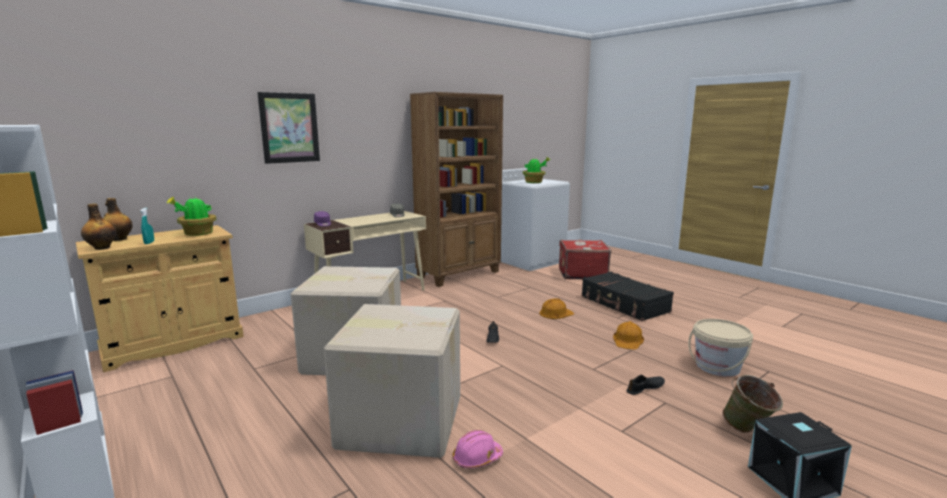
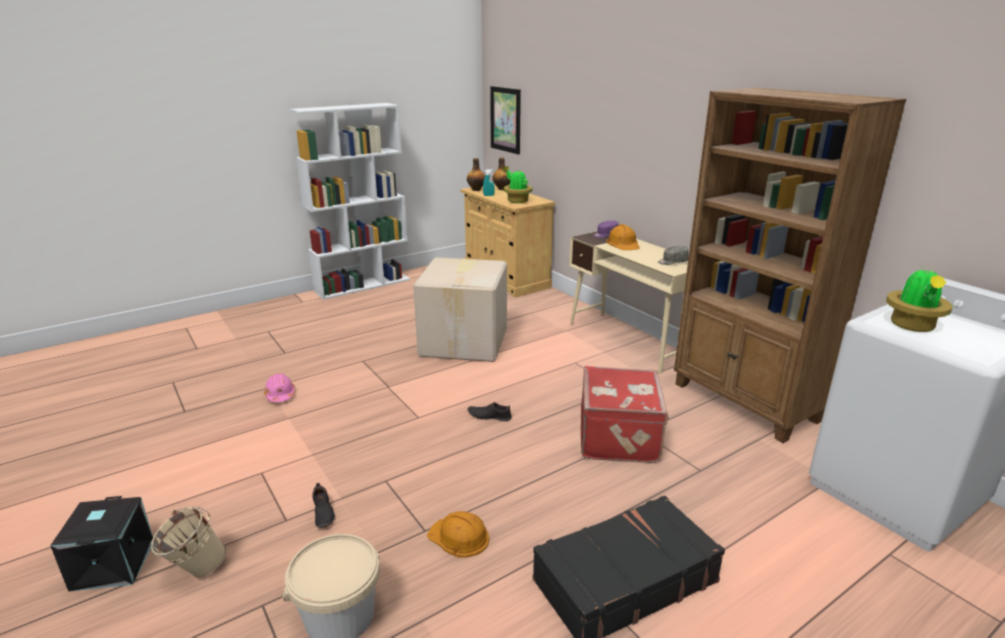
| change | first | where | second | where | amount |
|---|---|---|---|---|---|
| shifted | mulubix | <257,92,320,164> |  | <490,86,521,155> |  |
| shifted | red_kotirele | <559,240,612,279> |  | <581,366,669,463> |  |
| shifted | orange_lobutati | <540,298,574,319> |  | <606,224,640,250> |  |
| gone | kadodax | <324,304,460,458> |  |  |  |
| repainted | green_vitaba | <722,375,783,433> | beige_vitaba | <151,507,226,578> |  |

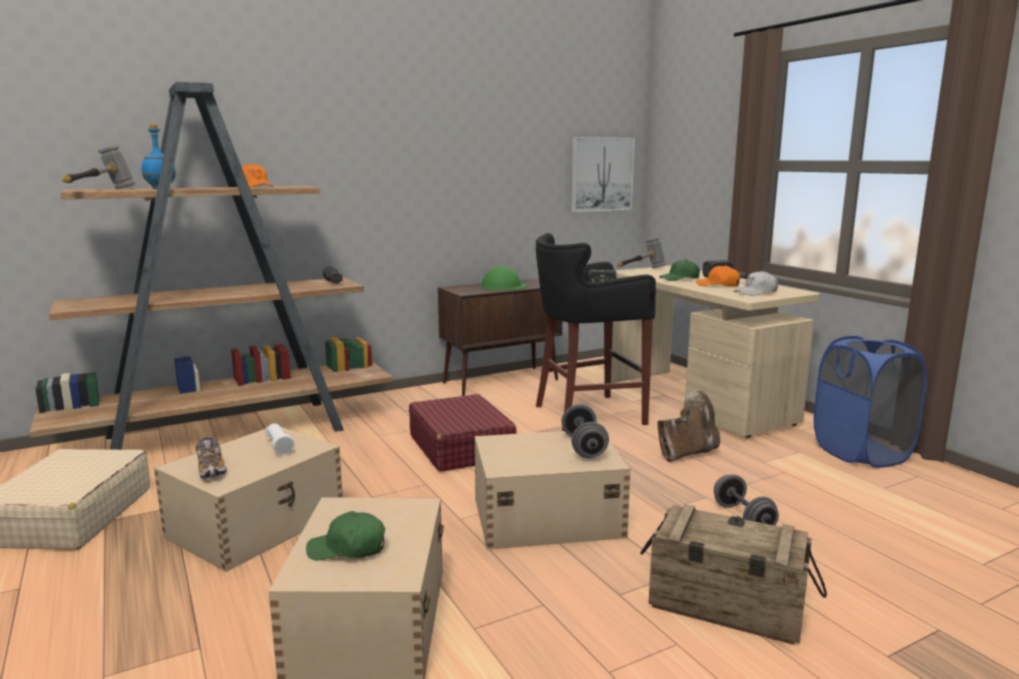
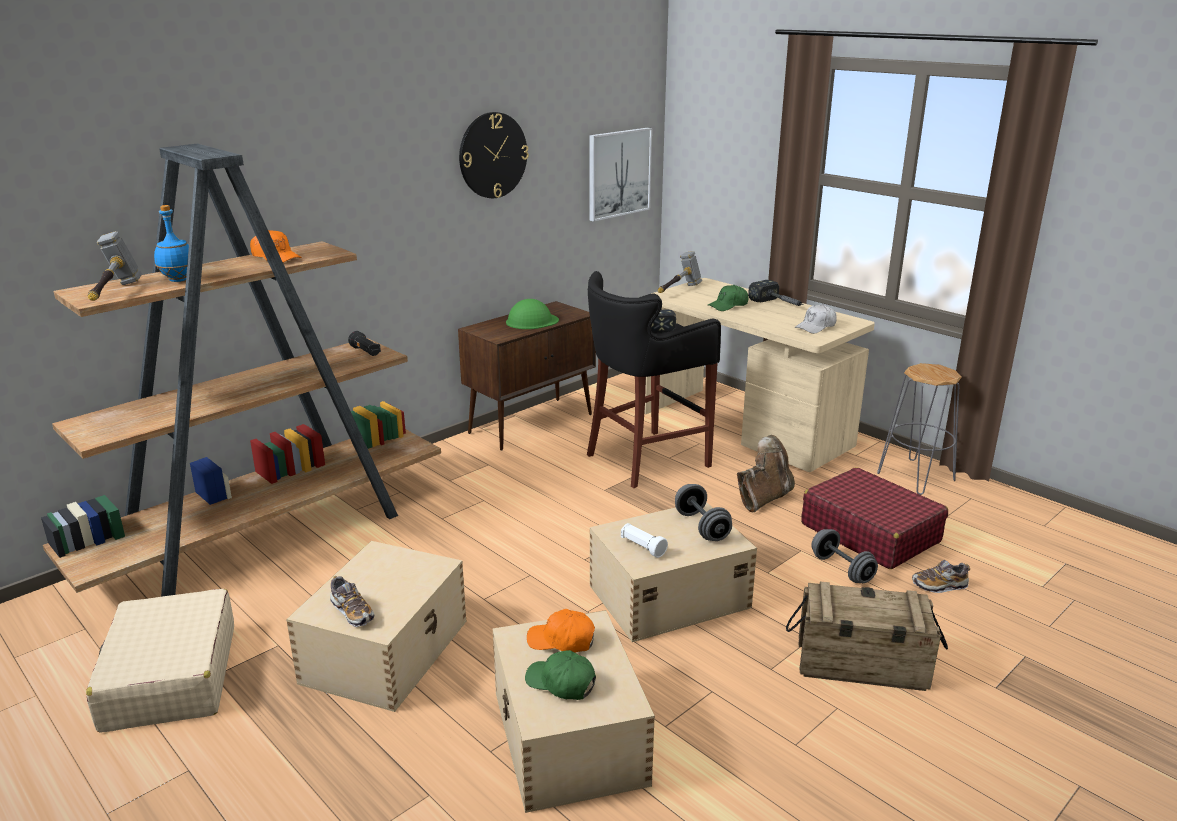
| change | first | where | second | where | amount |
|---|---|---|---|---|---|
| shifted | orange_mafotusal | <696,265,740,287> |  | <527,609,595,653> |  |
| swapped | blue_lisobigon | <814,336,927,468> | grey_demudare | <877,363,962,495> |  |
| shifted | red_kotirele | <409,394,517,472> |  | <801,467,948,569> |  |
| shifted | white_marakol | <265,423,295,455> |  | <621,523,668,558> |  |
| rotated | green_mafotusal | <306,511,385,560> |  | <525,650,596,700> | 45 degrees clockwise |
| new |  |  | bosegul | <459,112,529,198> |  |
| new |  |  | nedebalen | <912,560,970,593> |  |

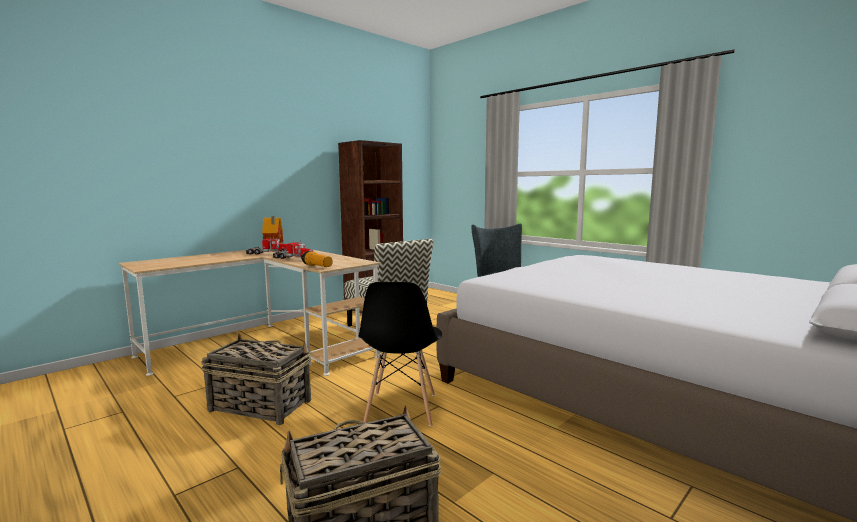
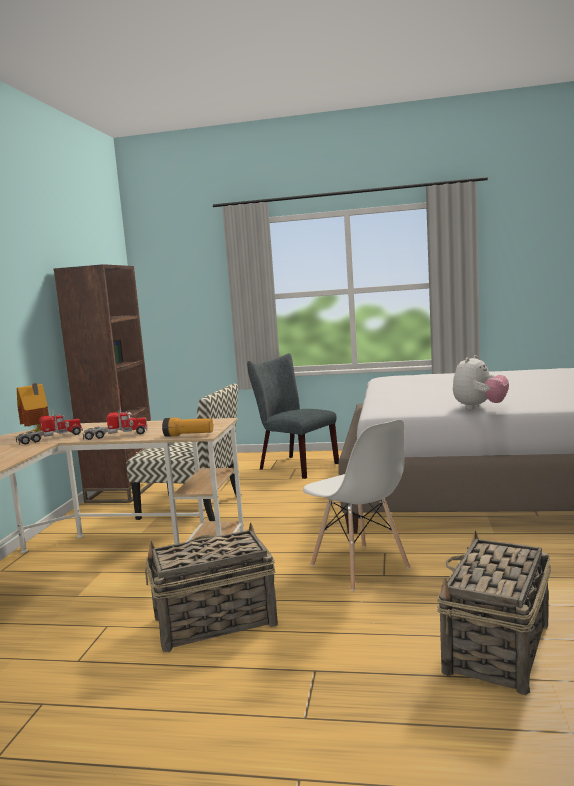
| change | first | where | second | where | amount |
|---|---|---|---|---|---|
| repainted | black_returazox | <359,282,442,427> | white_returazox | <303,419,410,591> |  |
| new |  |  | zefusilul | <453,355,509,409> |  |

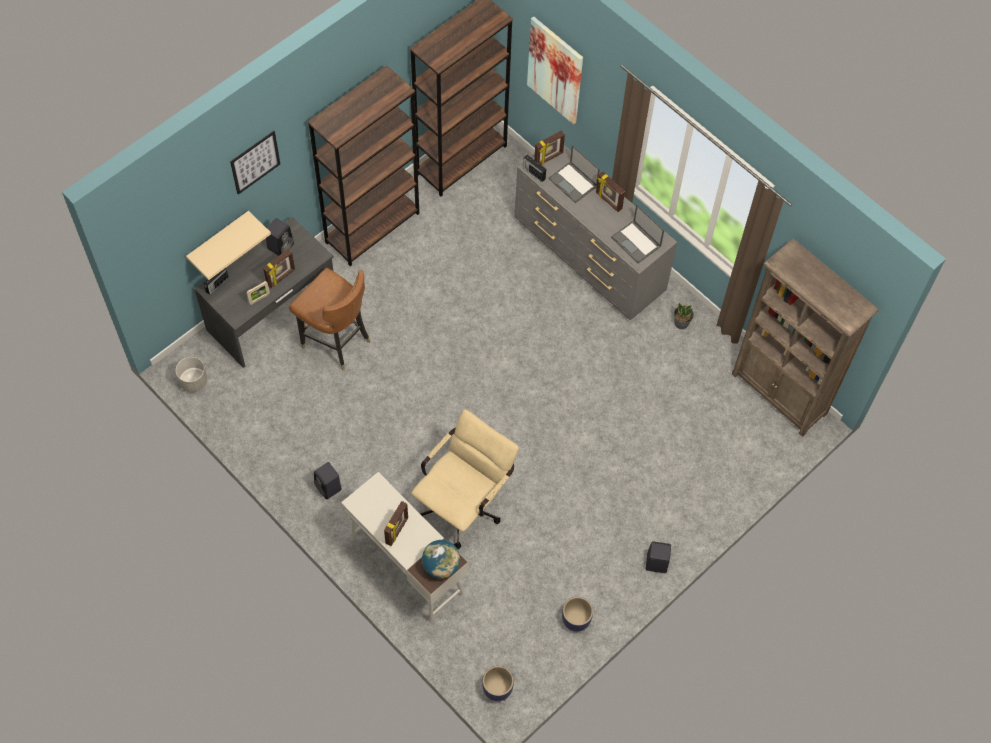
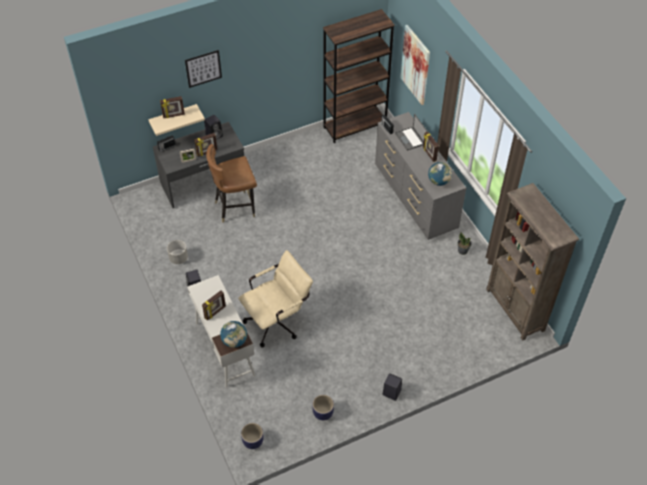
| change | first | where | second | where | amount |
|---|---|---|---|---|---|
| gone | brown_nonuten | <308,65,419,266> |  |  |  |
| shifted | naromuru | <534,130,565,165> |  | <160,96,185,119> |  |
| swapped | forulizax | <611,204,664,263> | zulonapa | <428,162,452,186> |  |
| rotated | brown_returazox | <289,268,370,371> |  | <206,144,257,223> | 105 degrees clockwise |
| shifted | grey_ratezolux | <176,357,208,392> |  | <167,240,188,264> |  |

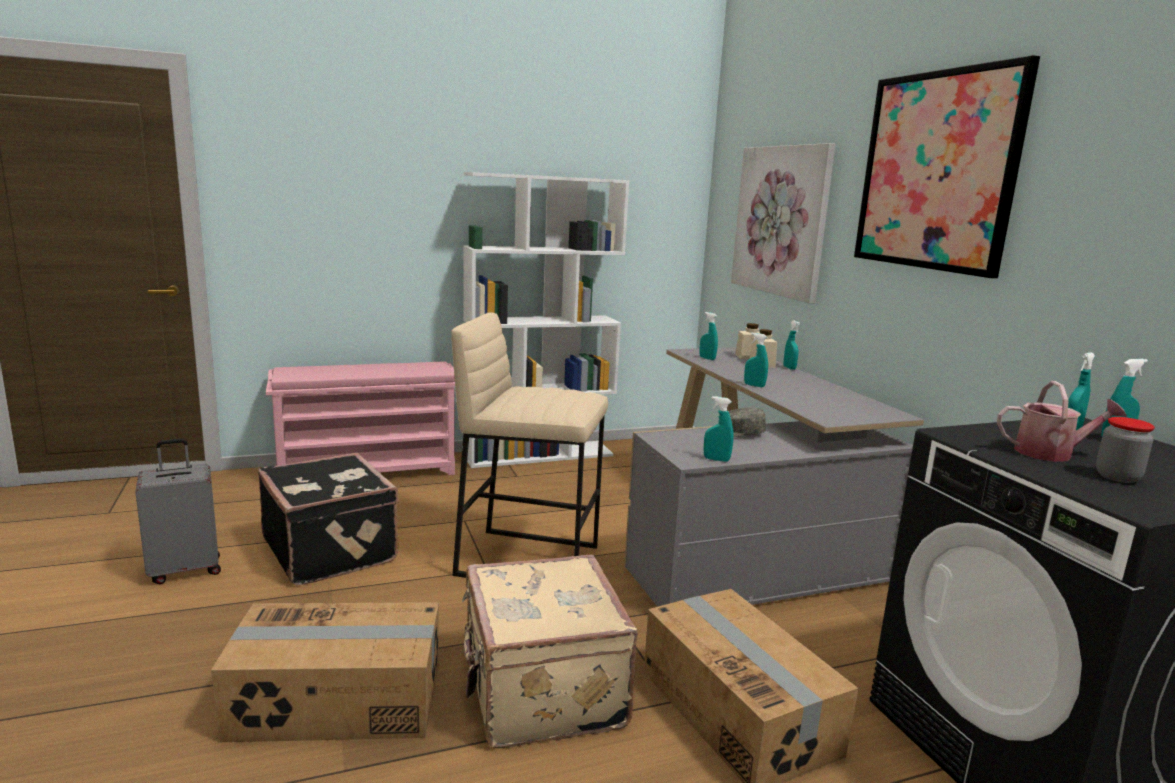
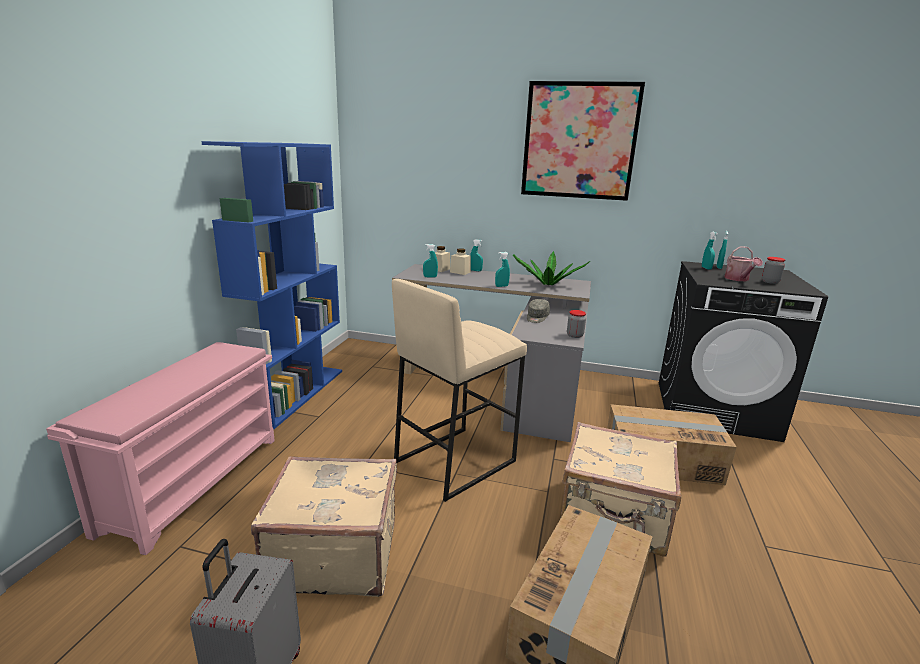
| change | first | where | second | where | amount |
|---|---|---|---|---|---|
| gone | mulubix | <731,143,835,303> |  |  |  |
| repainted | white_nonuten | <463,172,629,468> | blue_nonuten | <201,141,342,430> |  |
| rotated | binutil | <997,381,1127,462> |  | <724,247,763,281> | 135 degrees clockwise |
| swapped | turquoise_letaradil | <704,396,734,462> | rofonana | <567,310,586,338> |  |
| repainted | black_kotirele | <258,453,399,585> | beige_kotirele | <251,456,397,597> |  |
| new |  |  | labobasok | <513,251,590,285> |  |

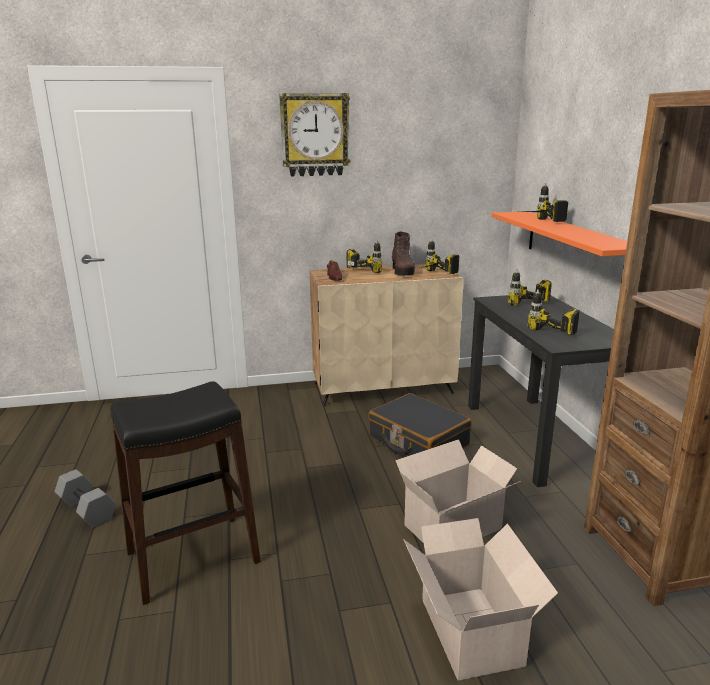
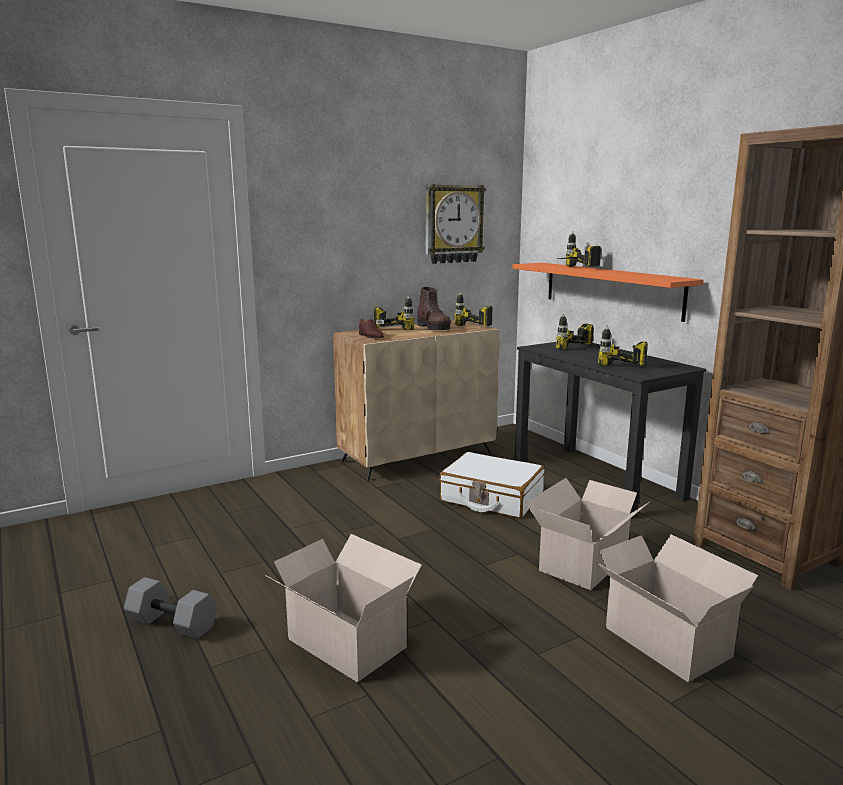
| change | first | where | second | where | amount |
|---|---|---|---|---|---|
| shifted | bosegul | <279,93,350,176> |  | <426,184,486,264> |  |
| swapped | black_demudare | <110,381,261,605> | kadodax | <265,534,422,682> |  |
| repainted | black_kotirele | <368,393,471,456> | white_kotirele | <439,452,544,519> |  |

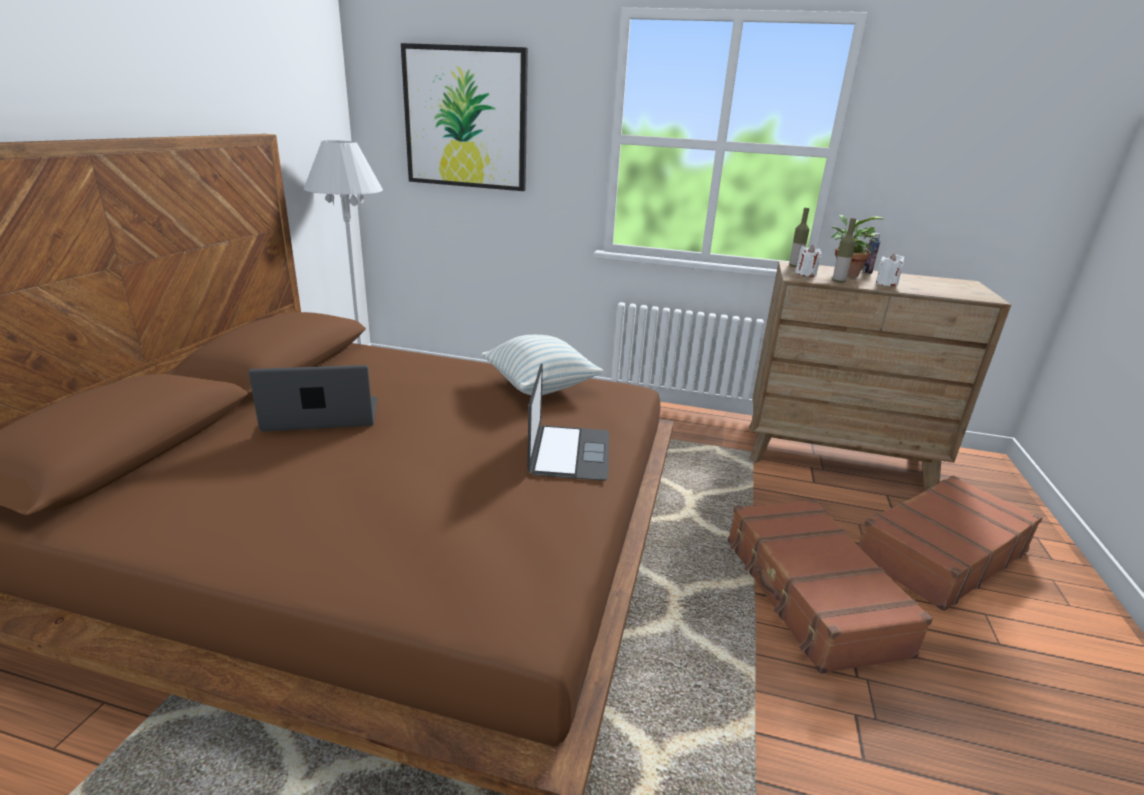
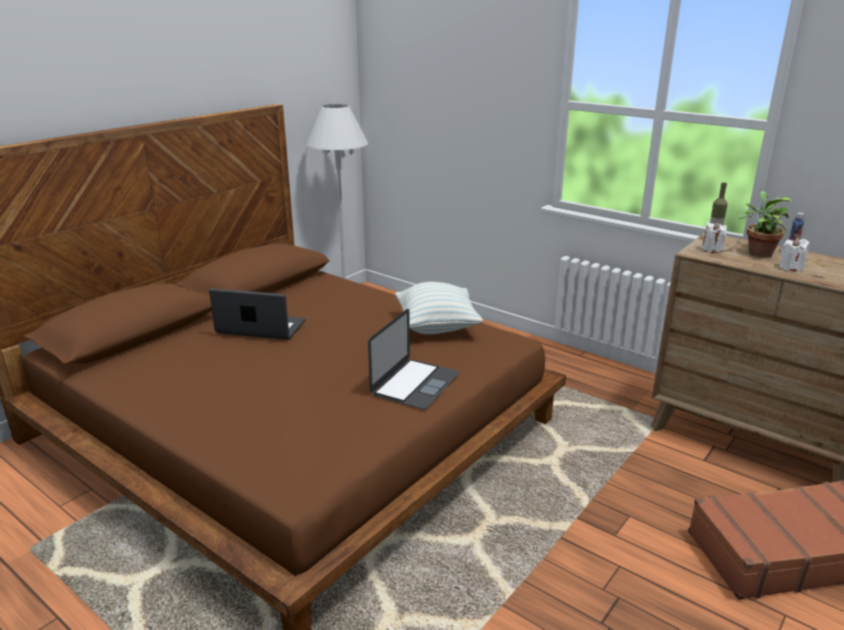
| change | first | where | second | where | amount |
|---|---|---|---|---|---|
| gone | mulubix | <401,43,528,191> |  |  |  |
| gone | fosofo | <833,218,856,283> |  |  |  |
| gone | brown_kotirele | <728,499,933,674> |  |  |  |

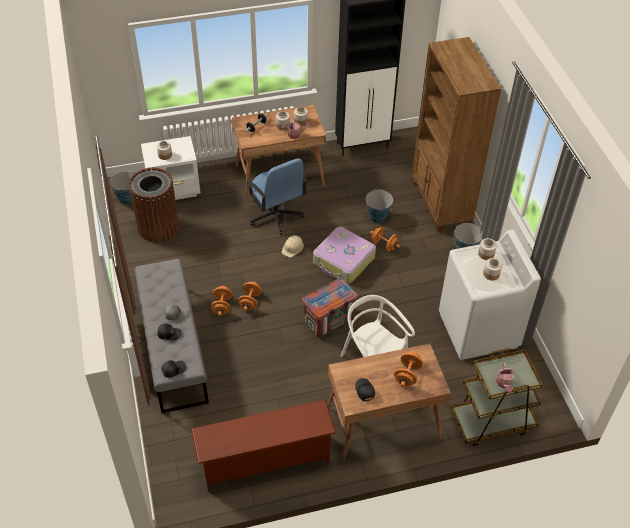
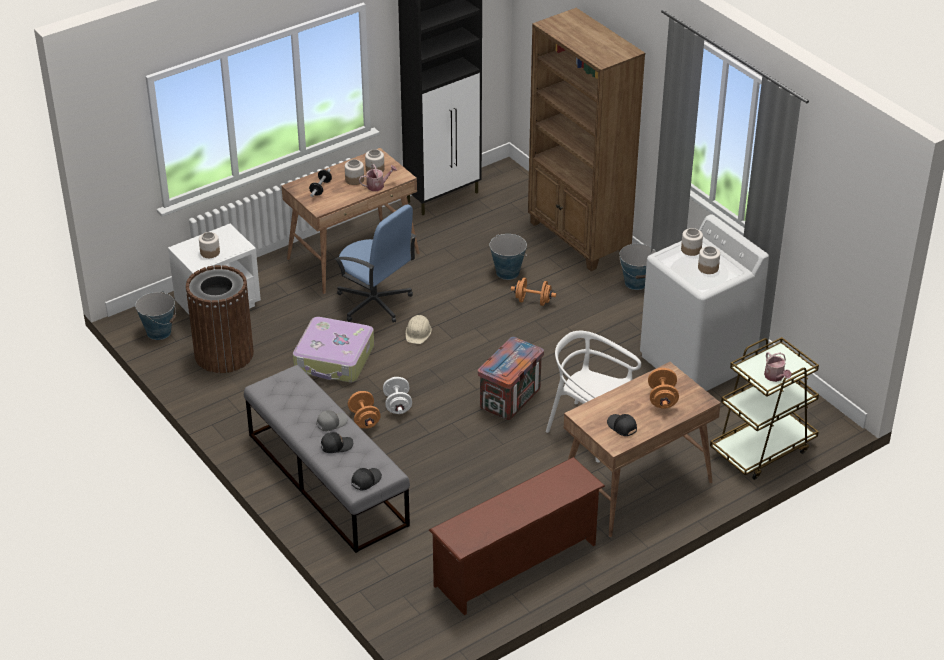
| change | first | where | second | where | amount |
|---|---|---|---|---|---|
| shifted | kotirele | <313,227,376,283> |  | <293,317,374,382> |  |
| repainted | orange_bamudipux | <238,282,262,311> | white_bamudipux | <383,377,412,414> |  |

